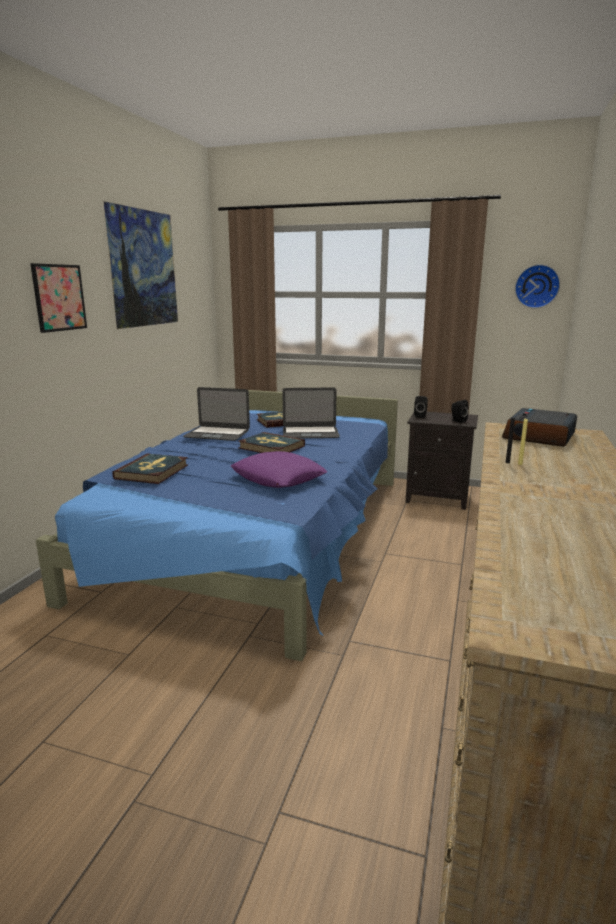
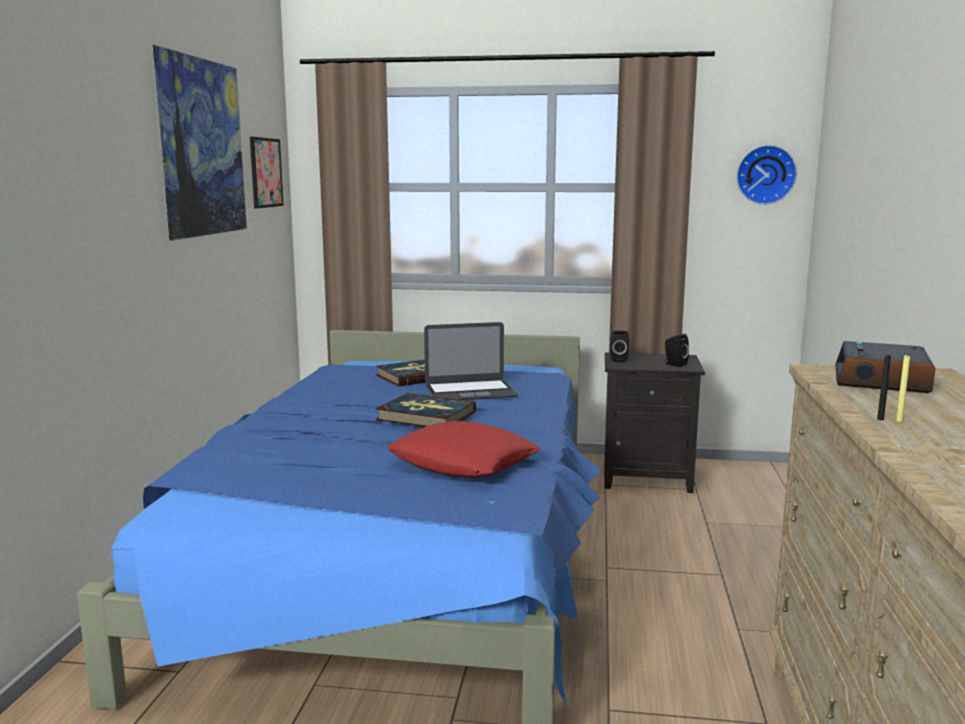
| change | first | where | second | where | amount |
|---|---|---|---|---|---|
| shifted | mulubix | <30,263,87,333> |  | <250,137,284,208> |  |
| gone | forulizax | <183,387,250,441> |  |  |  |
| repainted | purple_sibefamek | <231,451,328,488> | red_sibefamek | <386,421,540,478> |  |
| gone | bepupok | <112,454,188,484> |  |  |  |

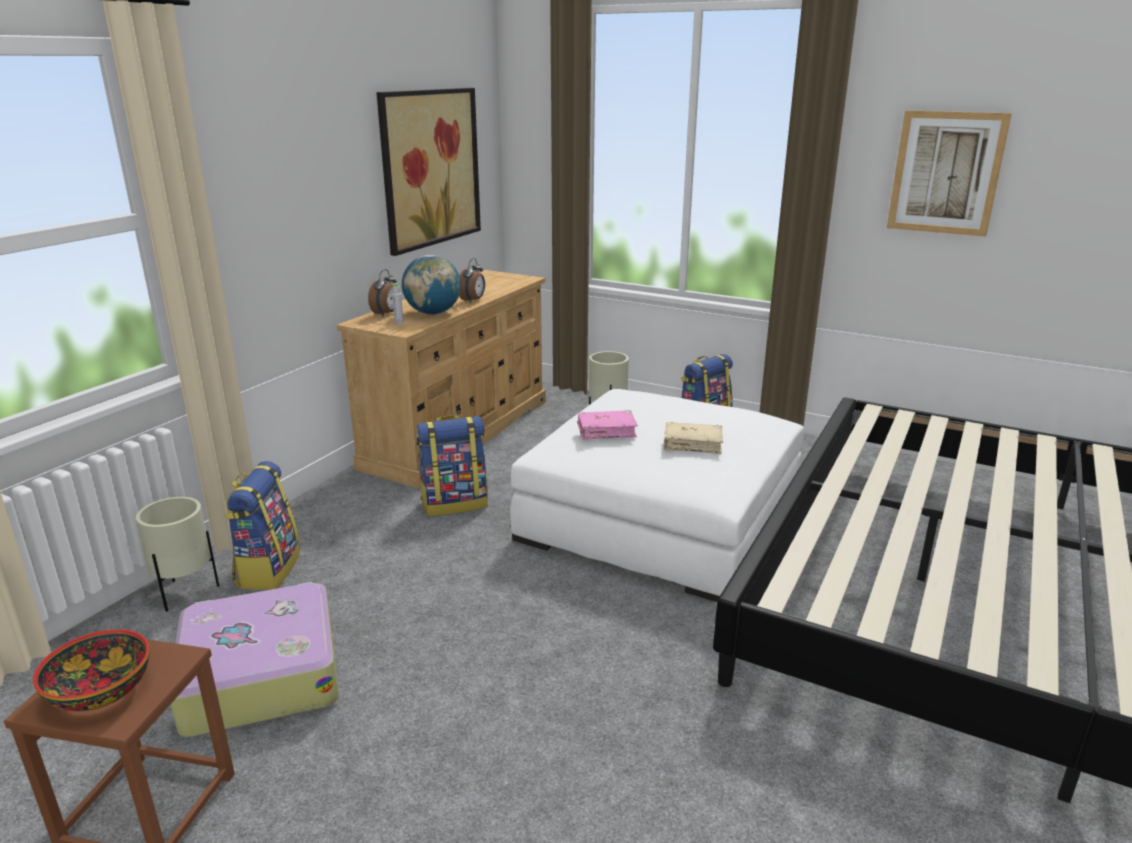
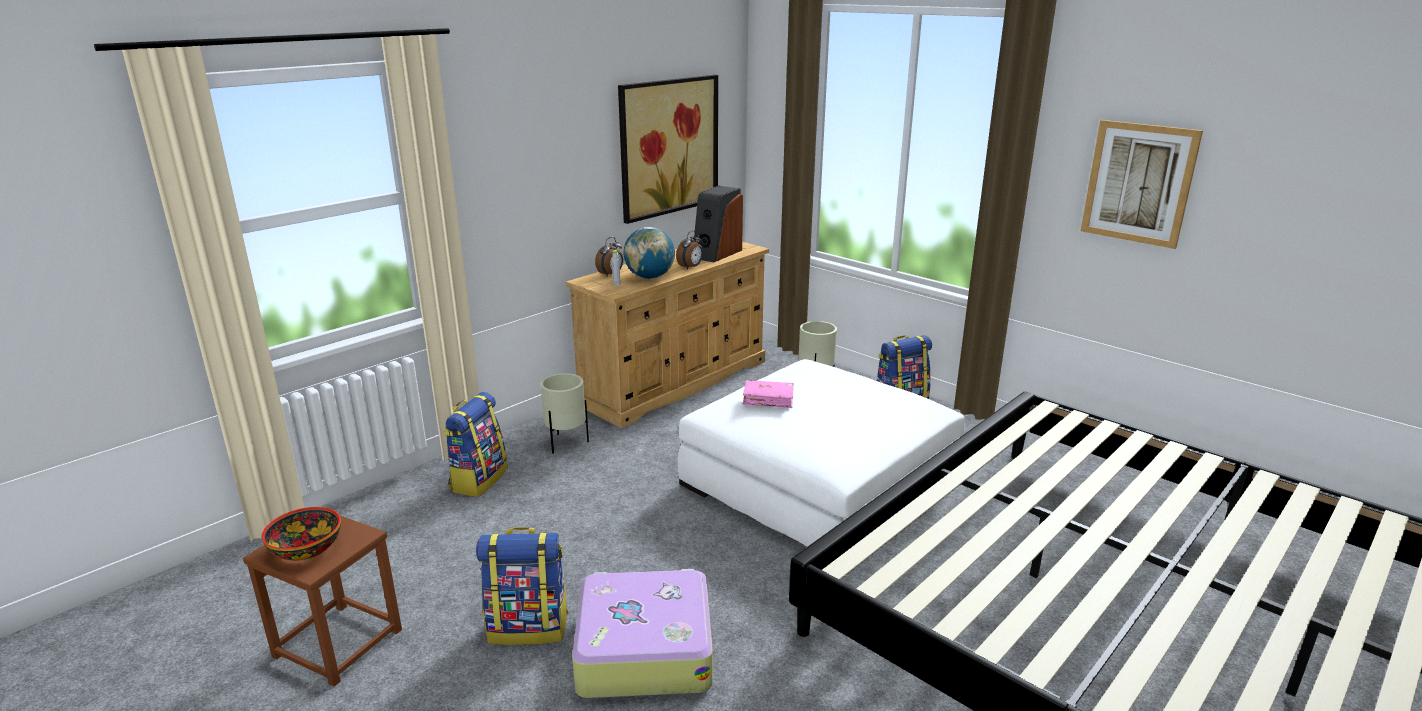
| change | first | where | second | where | amount |
|---|---|---|---|---|---|
| shifted | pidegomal | <416,415,488,516> |  | <476,527,569,645> |  |
| gone | beige_bepupok | <663,422,723,454> |  |  |  |
| shifted | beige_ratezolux | <135,497,219,612> |  | <540,373,589,454> |  |
| shifted | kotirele | <171,582,339,737> |  | <572,569,713,698> |  |
| new |  |  | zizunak | <694,186,743,262> |  |

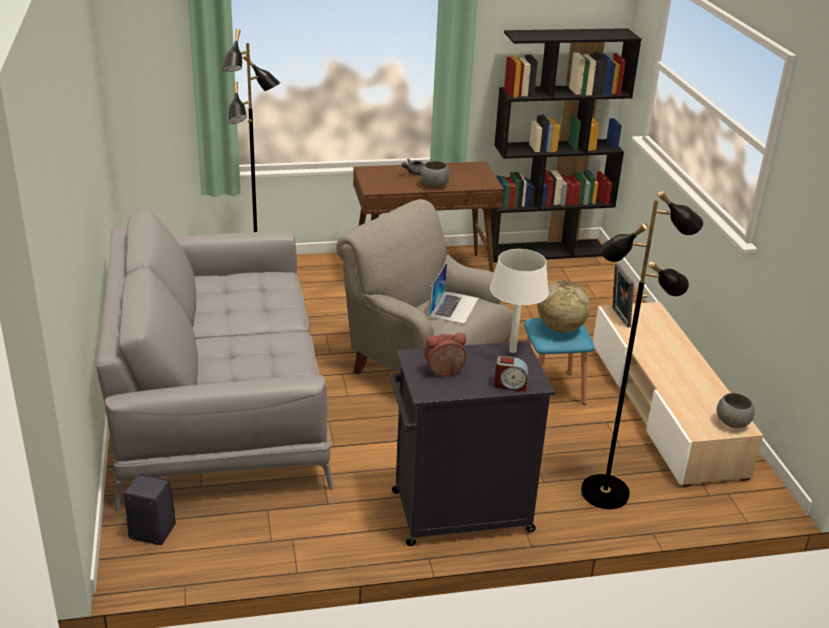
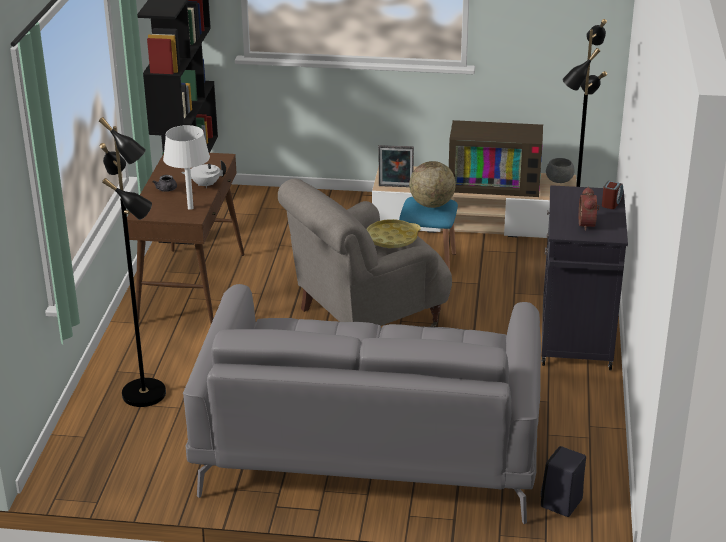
| change | first | where | second | where | amount |
|---|---|---|---|---|---|
| swapped | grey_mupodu | <420,161,450,187> | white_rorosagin | <181,160,226,188> |  |
| shifted | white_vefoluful | <490,249,549,353> |  | <163,125,210,210> |  |
| swapped | forulizax | <429,263,479,324> | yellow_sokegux | <367,219,421,248> |  |
| new |  |  | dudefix | <449,120,543,197> |  |

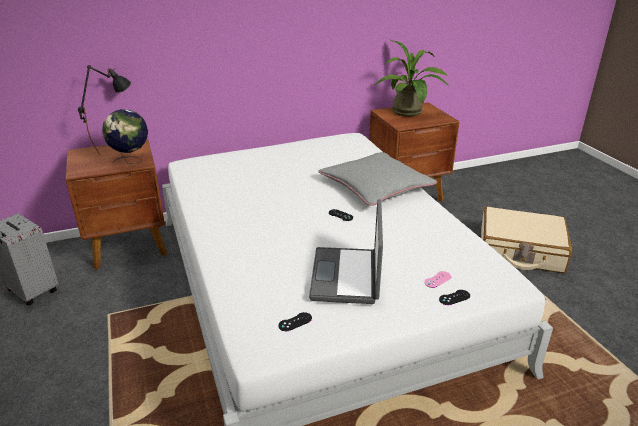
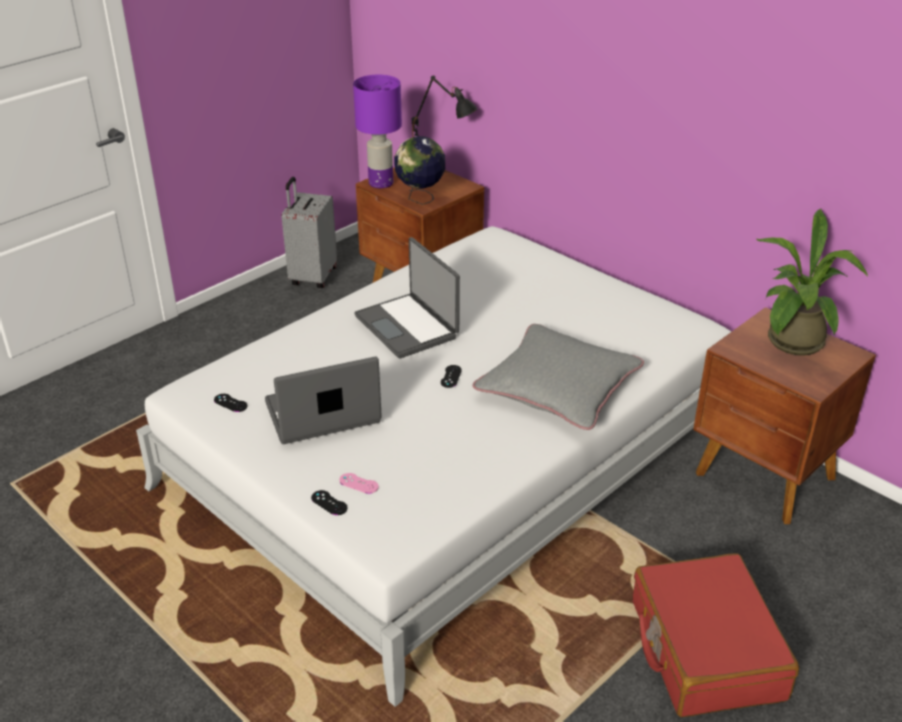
| change | first | where | second | where | amount |
|---|---|---|---|---|---|
| repainted | beige_kotirele | <481,207,572,273> | red_kotirele | <633,553,799,717> |  |
| new |  |  | purple_vefoluful | <353,75,402,188> |  |
| new |  |  | forulizax | <354,237,460,359> |  |

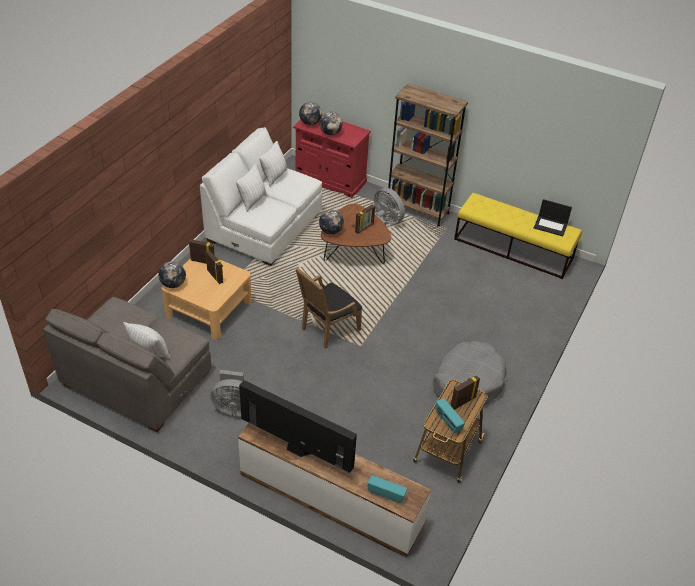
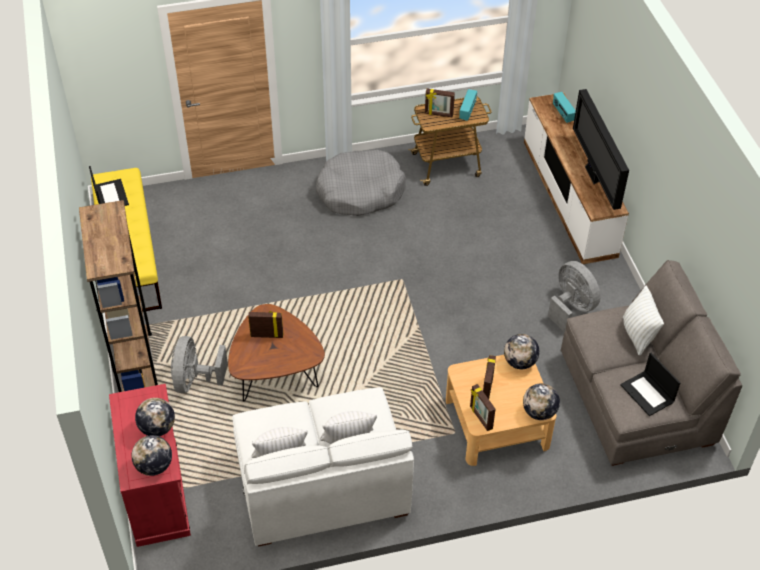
| change | first | where | second | where | amount |
|---|---|---|---|---|---|
| shifted | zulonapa | <319,210,344,235> |  | <504,334,540,369> |  |
| gone | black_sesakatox | <296,268,362,349> |  |  |  |
| new |  |  | forulizax | <620,353,680,416> |  |

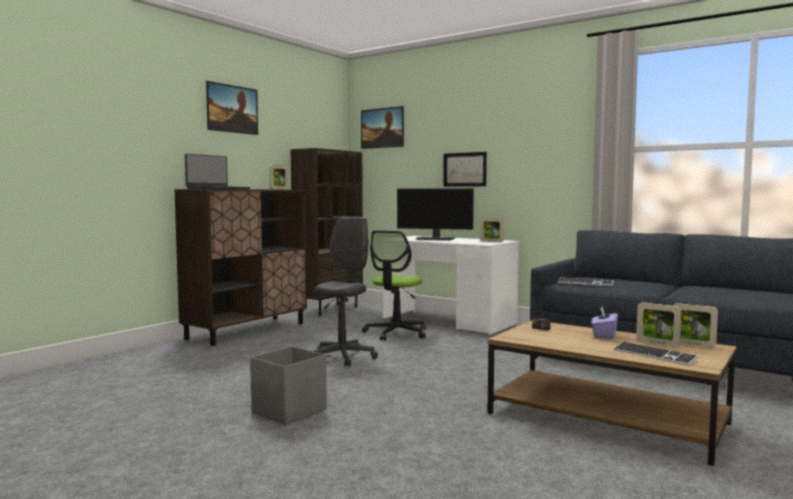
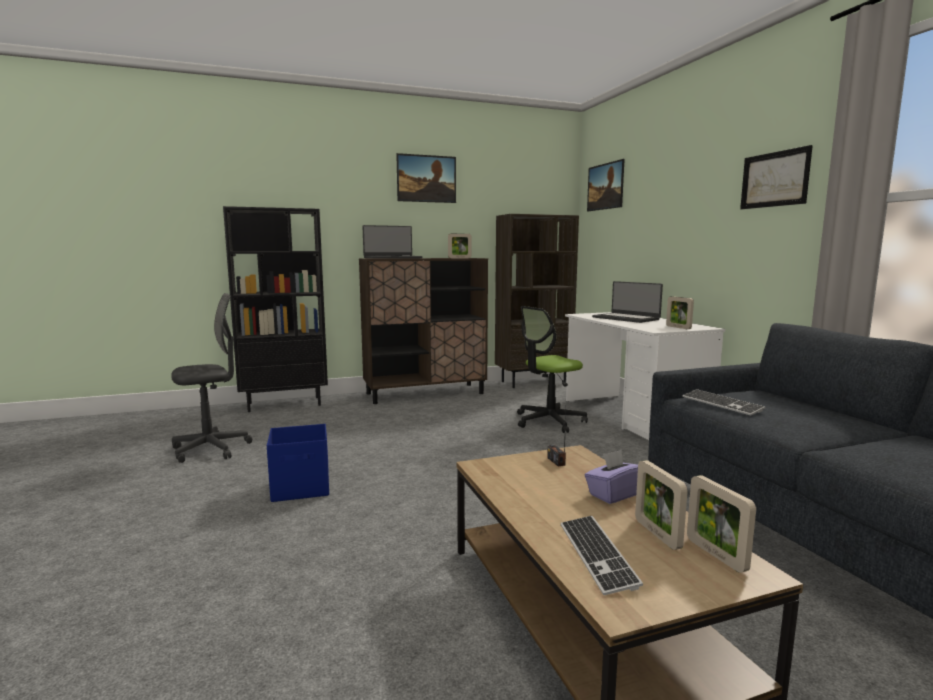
| change | first | where | second | where | amount |
|---|---|---|---|---|---|
| shifted | mulubix | <443,152,487,187> |  | <740,145,813,209> |  |
| swapped | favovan | <397,188,474,240> | forulizax | <592,281,663,323> |  |
| shifted | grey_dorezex | <313,217,378,367> |  | <171,293,252,463> |  |
| repainted | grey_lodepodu | <250,346,327,425> | blue_lodepodu | <267,424,329,502> |  |
| new |  |  | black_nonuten | <223,206,328,412> |  |

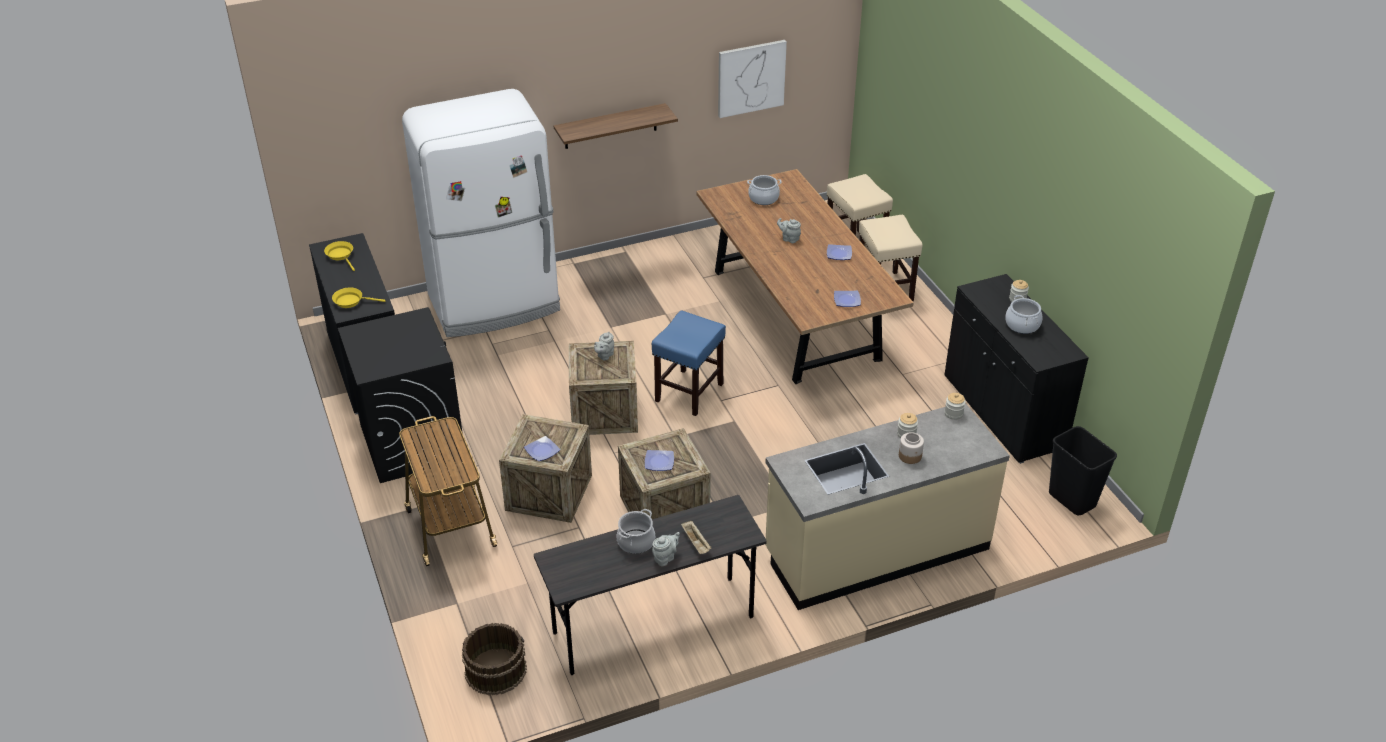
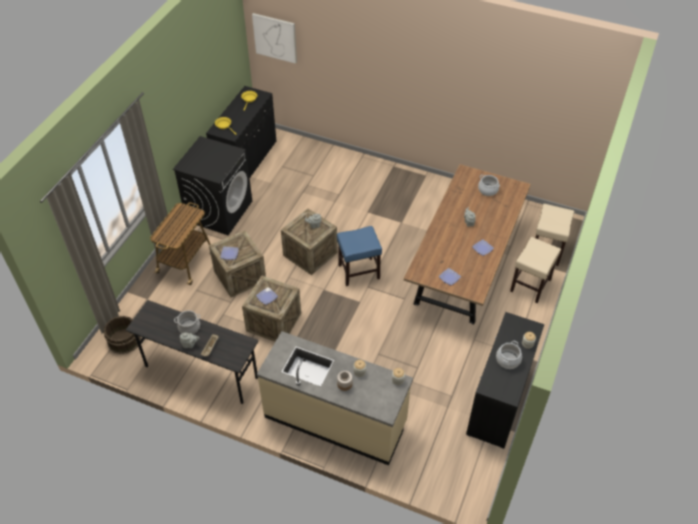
| change | first | where | second | where | amount |
|---|---|---|---|---|---|
| shifted | mulubix | <718,40,787,118> |  | <252,13,297,64> |  |
| gone | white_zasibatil | <402,89,560,337> |  |  |  |
| gone | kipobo | <554,103,678,149> |  |  |  |
| gone | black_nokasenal | <1049,426,1117,515> |  |  |  |

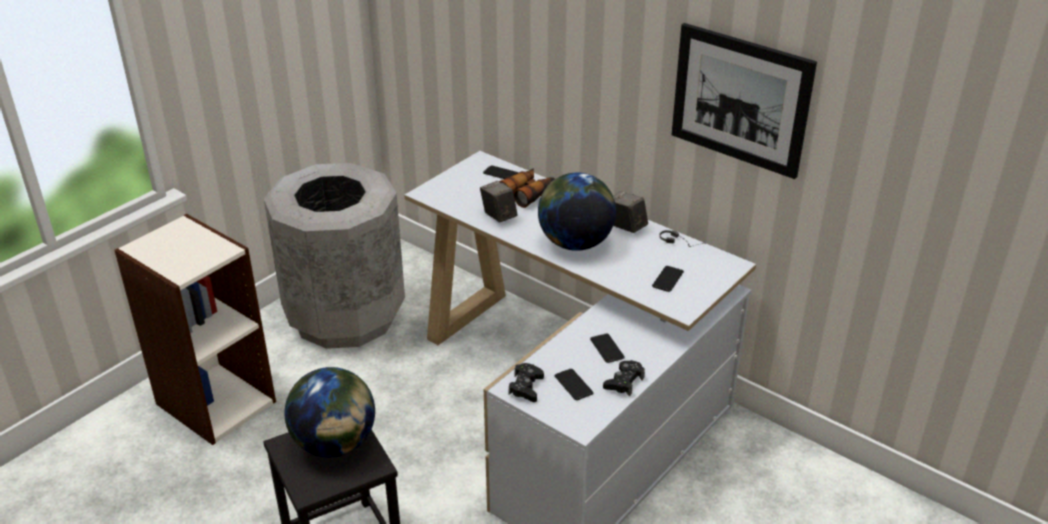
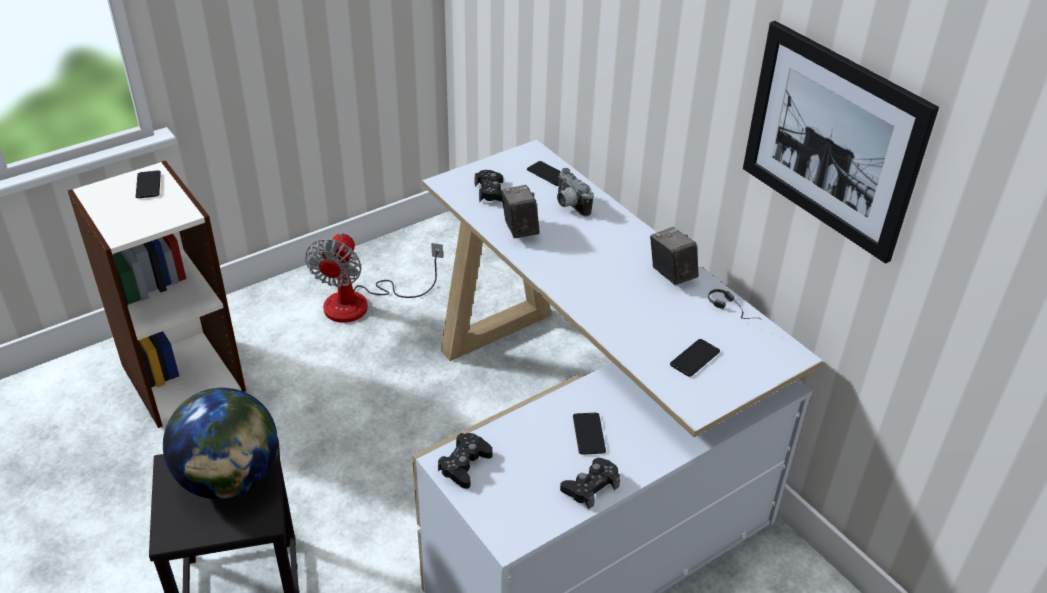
| change | first | where | second | where | amount |
|---|---|---|---|---|---|
| swapped | grey_nokasenal | <264,163,405,349> | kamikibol | <305,233,443,323> |  |
| swapped | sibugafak | <499,168,555,208> | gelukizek | <557,168,594,216> |  |
| gone | zulonapa | <538,173,616,251> |  |  |  |
| shifted | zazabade | <555,369,593,400> |  | <136,170,161,198> |  |
| new |  |  | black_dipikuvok | <475,170,503,202> |  |

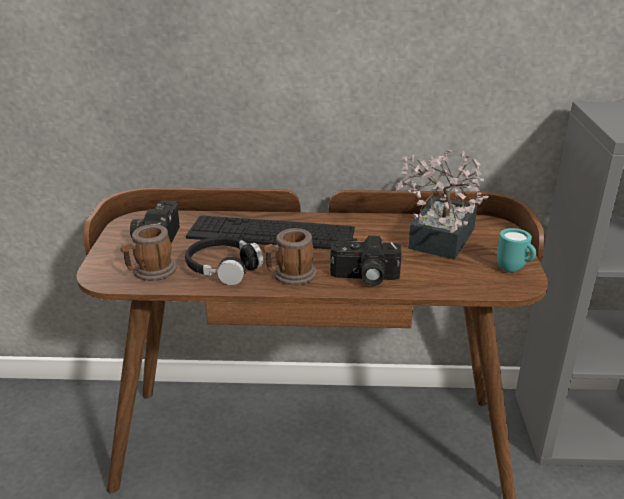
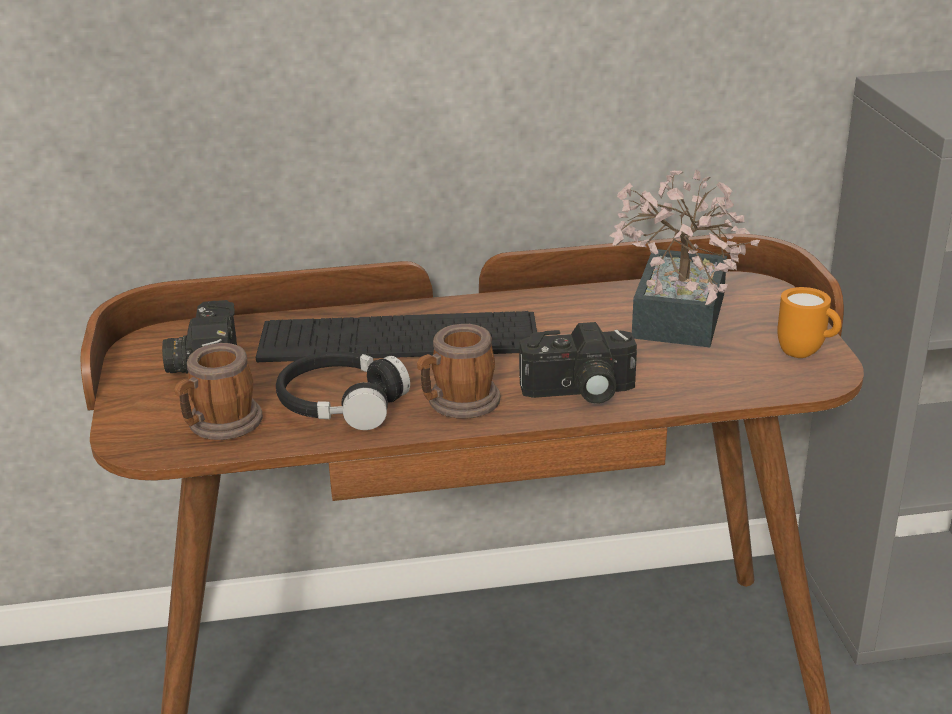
| change | first | where | second | where | amount |
|---|---|---|---|---|---|
| repainted | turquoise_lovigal | <497,228,536,273> | orange_lovigal | <777,287,842,358> |  |

